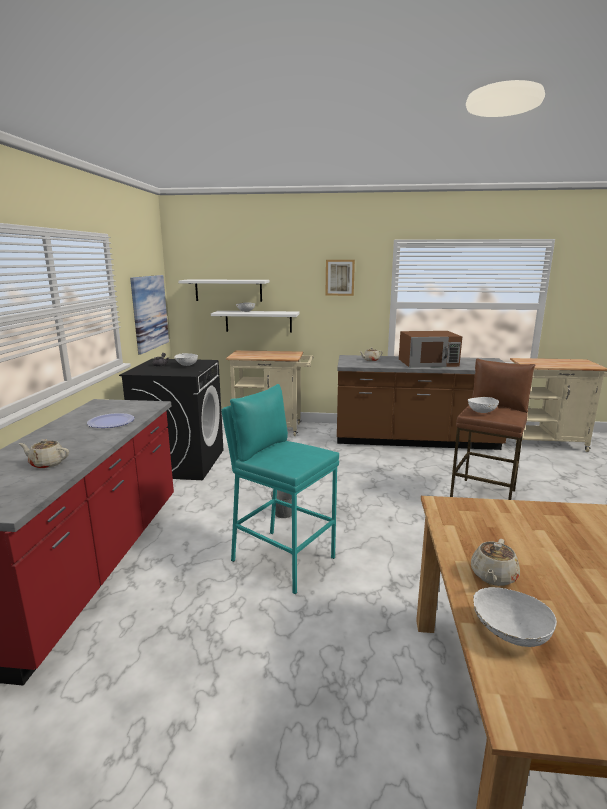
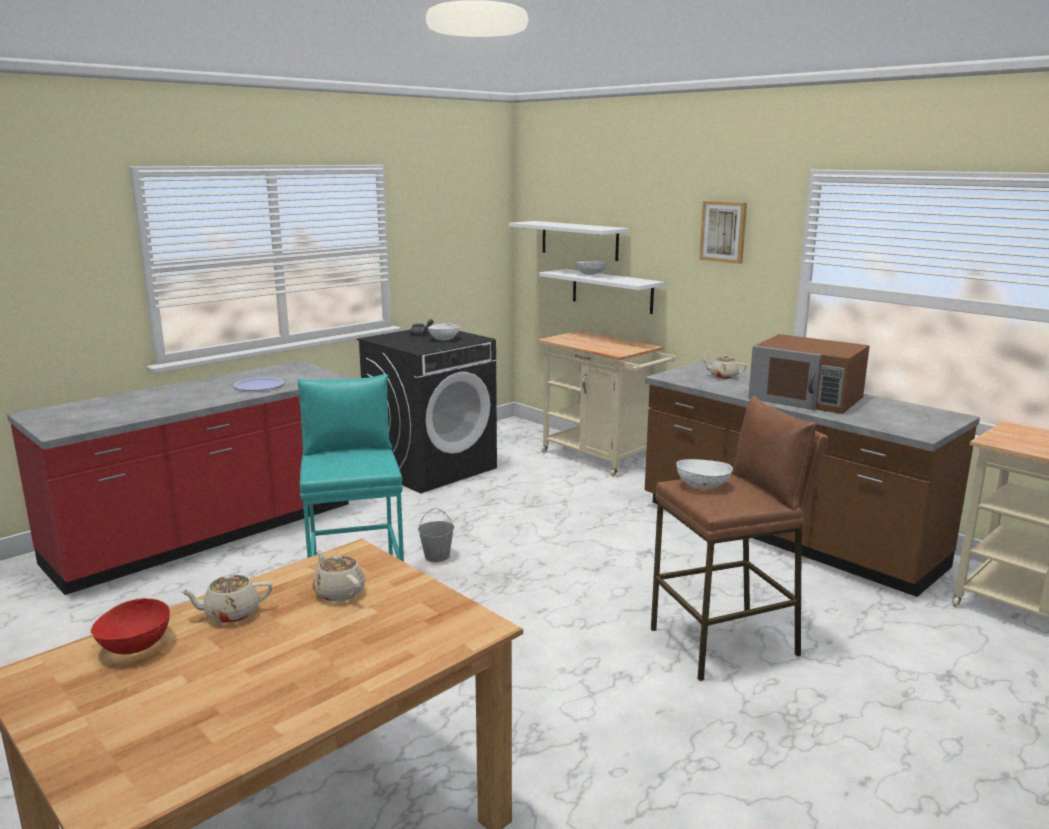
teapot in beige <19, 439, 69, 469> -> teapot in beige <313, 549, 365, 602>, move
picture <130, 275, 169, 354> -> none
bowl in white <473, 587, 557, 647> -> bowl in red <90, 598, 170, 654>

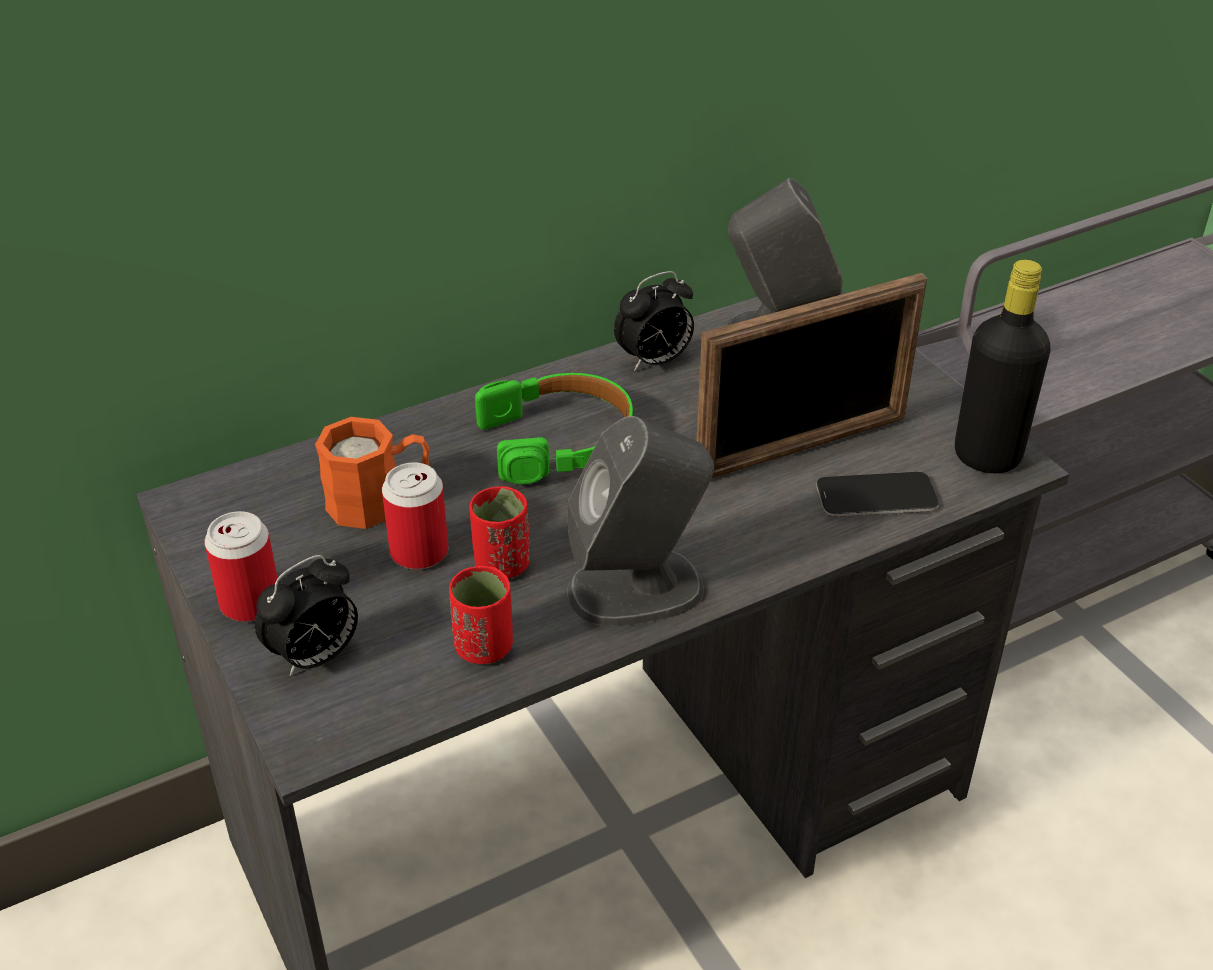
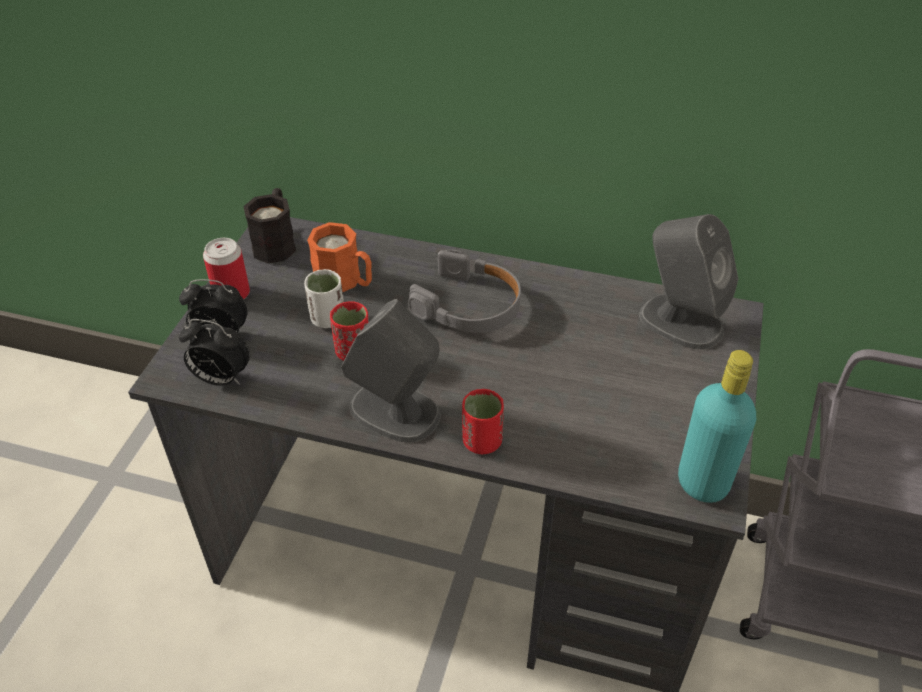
can <382, 462, 449, 569> -> cup in white <304, 269, 344, 328>
cup in red <449, 566, 513, 664> -> cup in red <462, 389, 504, 454>, move
headphones in green <475, 373, 633, 484> -> headphones in grey <408, 249, 521, 333>
alarm clock <614, 271, 694, 371> -> alarm clock <179, 319, 250, 386>, move
picture frame <696, 273, 927, 478> -> none
phone <816, 472, 939, 517> -> none
bottle in black <955, 260, 1051, 473> -> bottle in turquoise <678, 350, 756, 503>
none -> mug in black <243, 188, 296, 264>

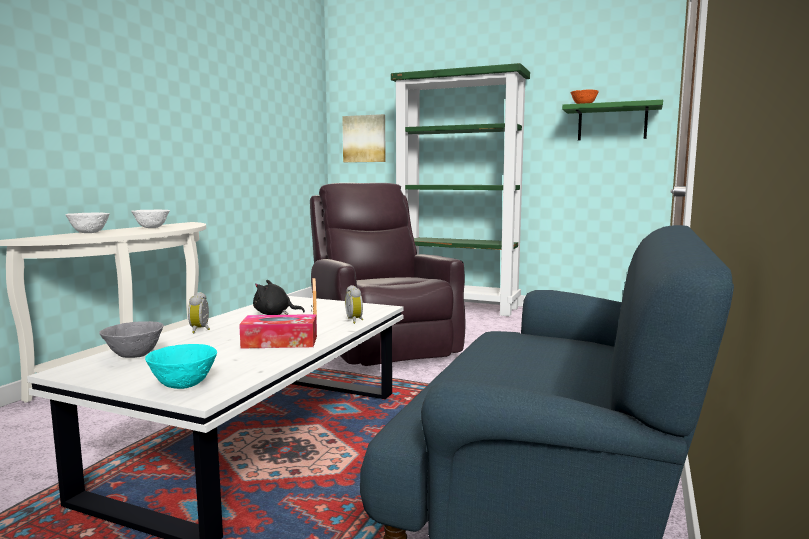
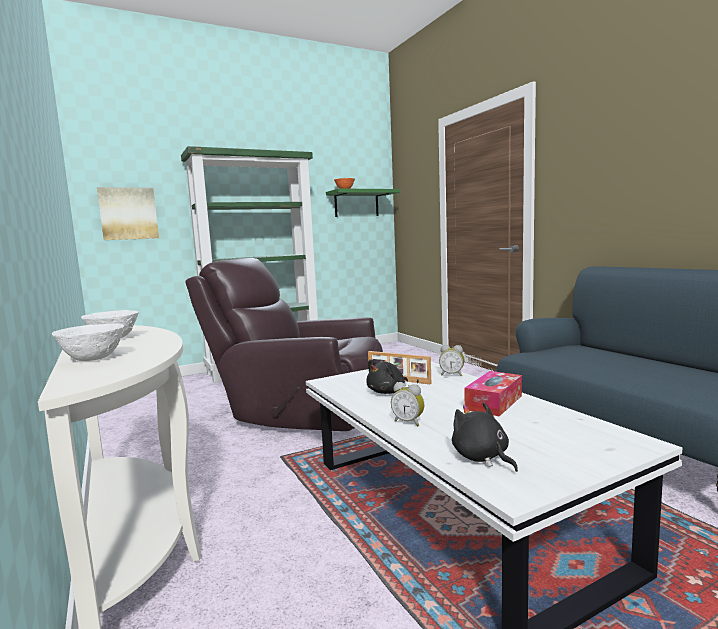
bowl in grey <99, 321, 164, 358> -> plush toy in black <452, 402, 518, 472>
bowl in turquoise <145, 344, 217, 389> -> none

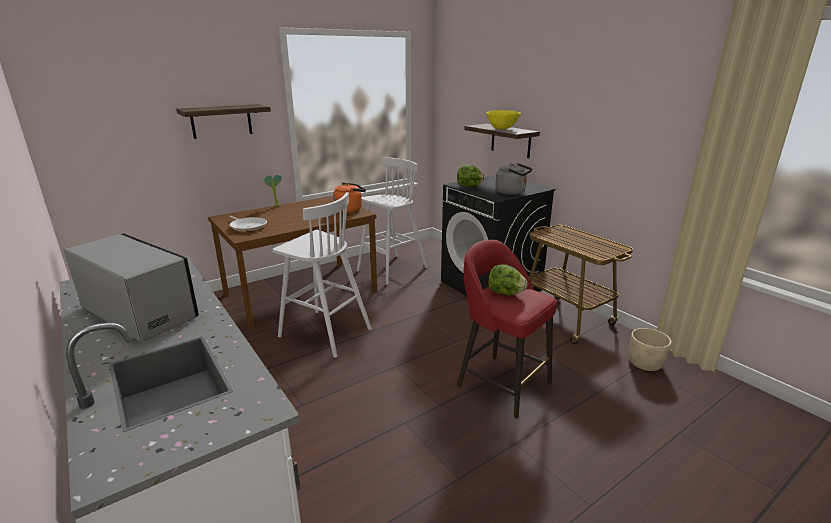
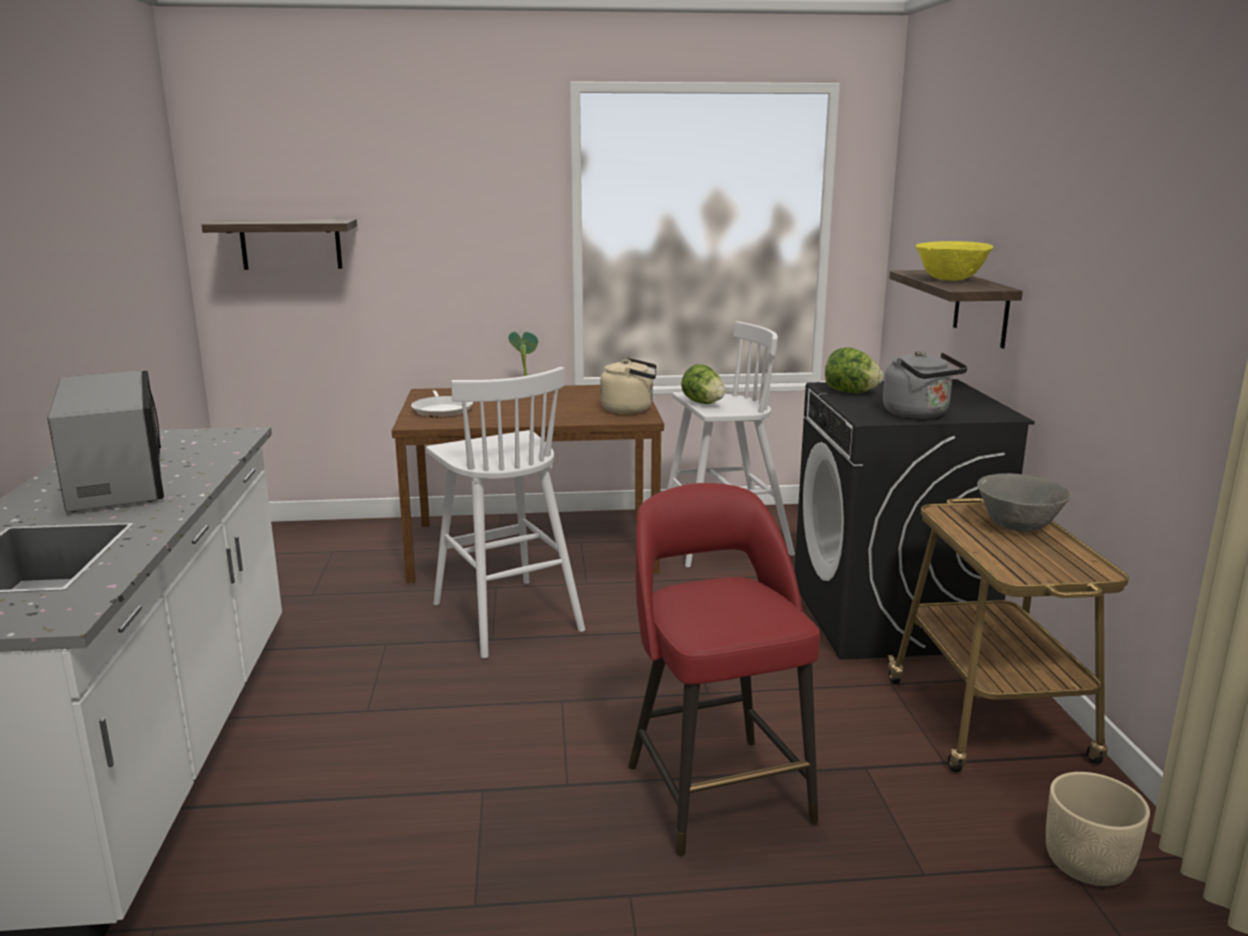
shelf <176, 104, 271, 139> -> shelf <202, 219, 357, 270>, move
kettle in orange <333, 183, 366, 213> -> kettle in beige <600, 358, 657, 414>
lettuce <488, 264, 527, 295> -> lettuce <681, 364, 725, 404>, move
none -> bowl in grey <977, 473, 1072, 532>

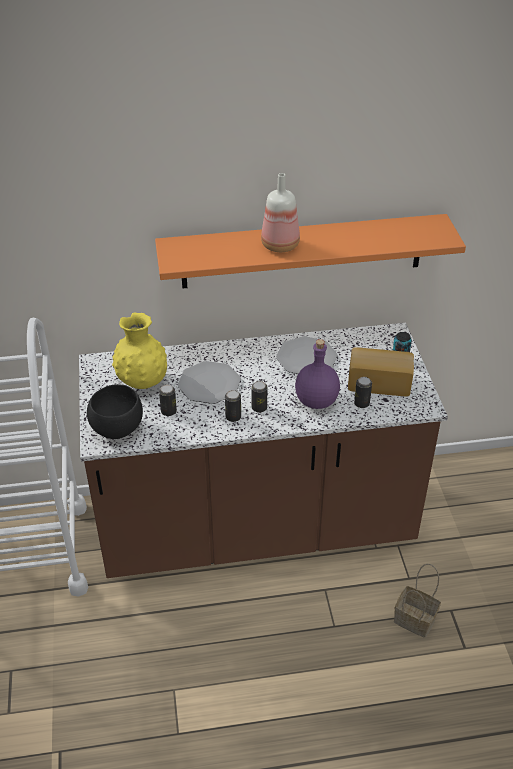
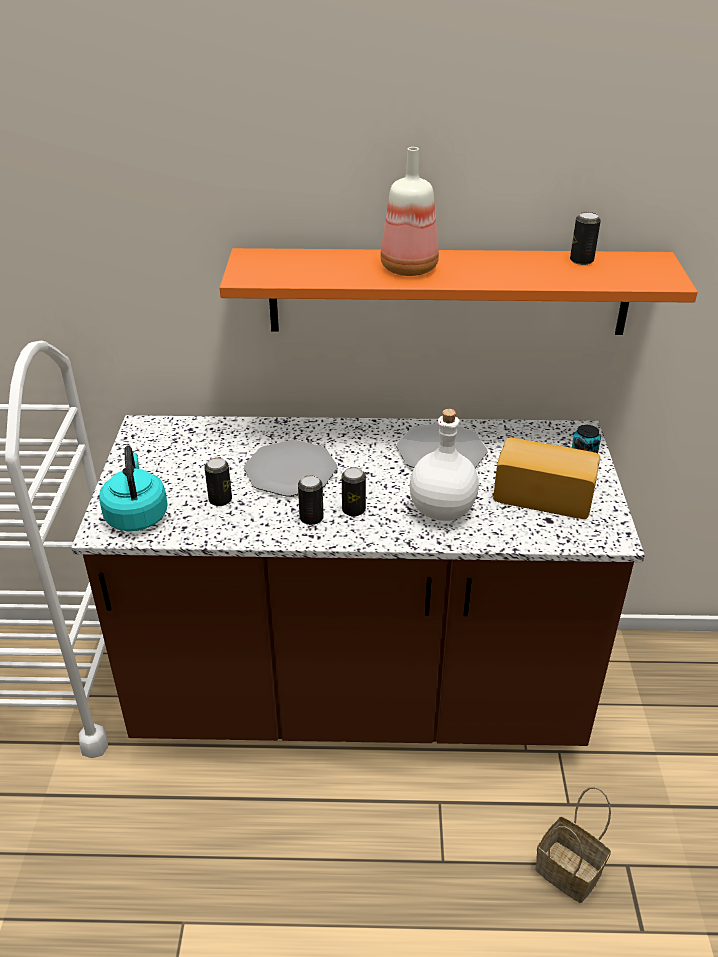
bowl in black <87, 384, 143, 439> -> kettle in turquoise <99, 446, 168, 531>
vase in yellow <112, 312, 167, 389> -> none
bottle in purple <295, 339, 340, 409> -> bottle in white <410, 409, 479, 521>
can <354, 377, 372, 408> -> can <570, 212, 601, 265>, move

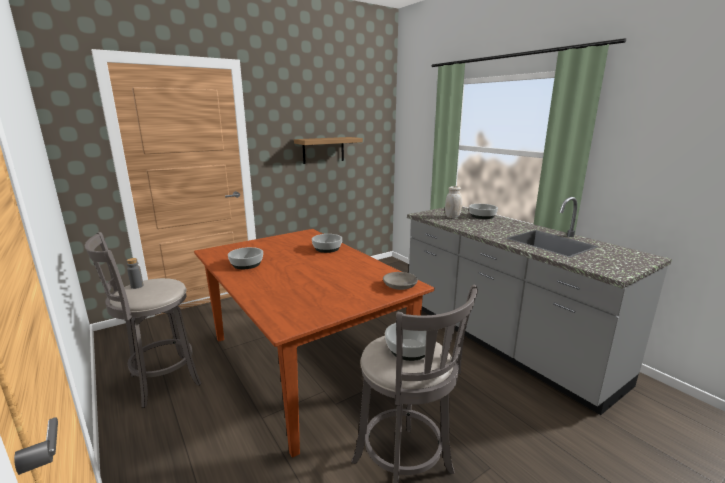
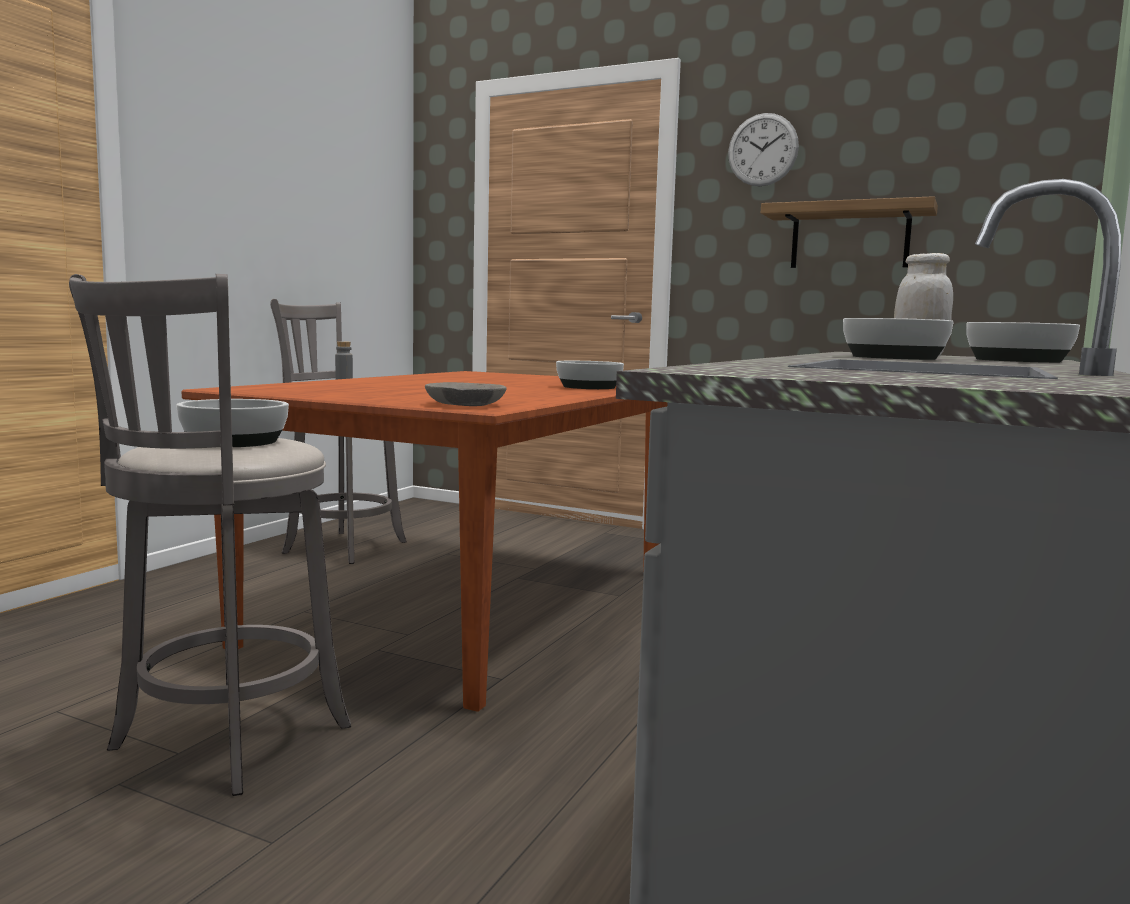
bowl <228, 247, 263, 269> -> bowl <843, 318, 954, 360>, move
none -> wall clock <728, 113, 799, 186>

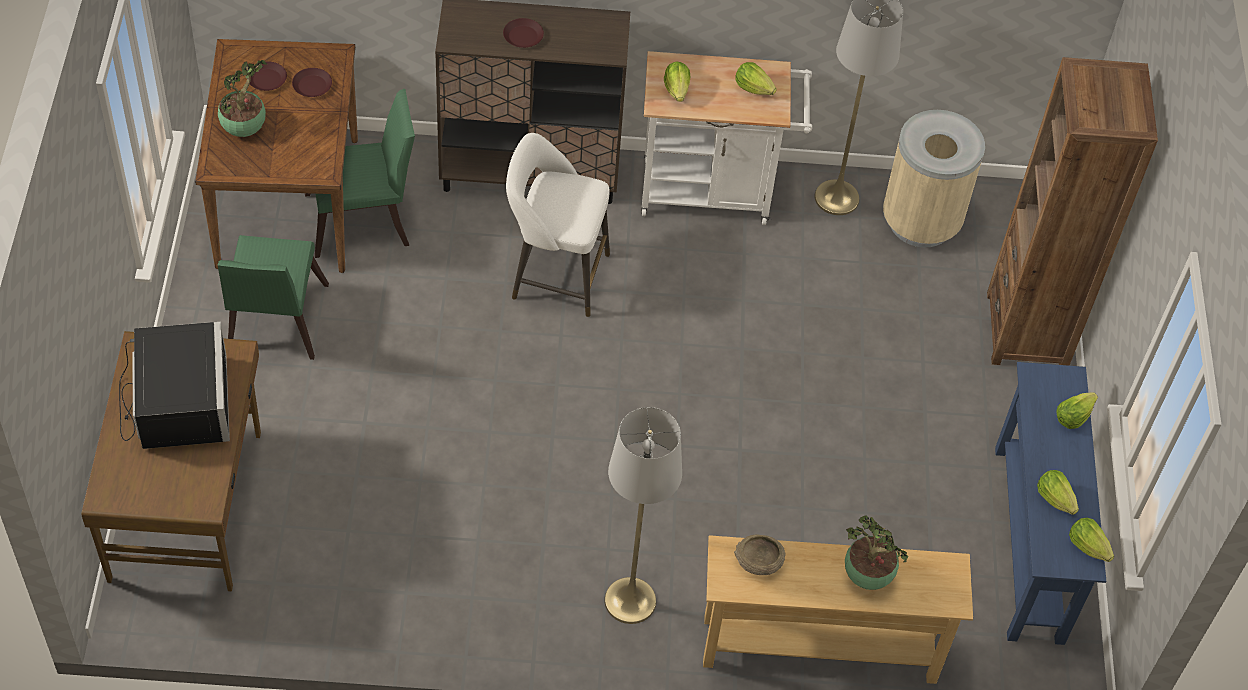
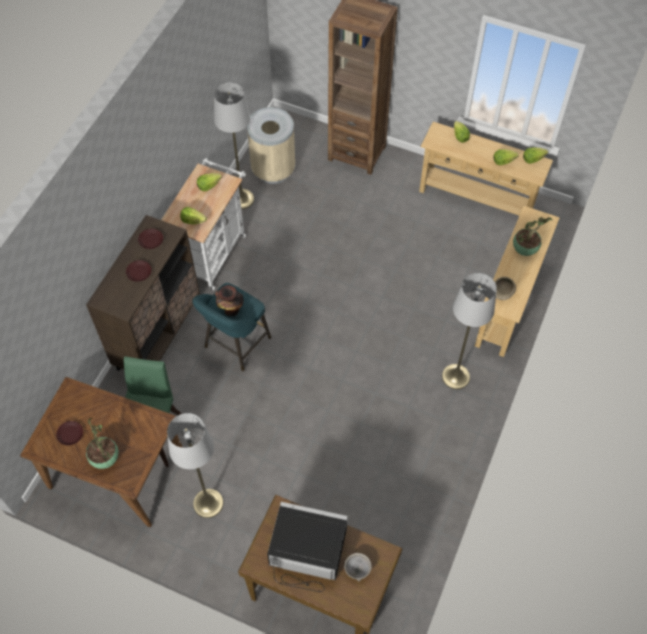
chair in green <218, 235, 329, 360> -> floor lamp in grey <167, 413, 224, 518>
plate in brown <292, 68, 332, 97> -> plate in brown <138, 229, 163, 249>, move
stool in white <506, 133, 610, 317> -> stool in turquoise <192, 283, 271, 371>
console table in blue <995, 362, 1106, 645> -> console table in beige <419, 122, 553, 216>
none -> vase <215, 285, 244, 316>
none -> bowl in grey <344, 553, 372, 581>

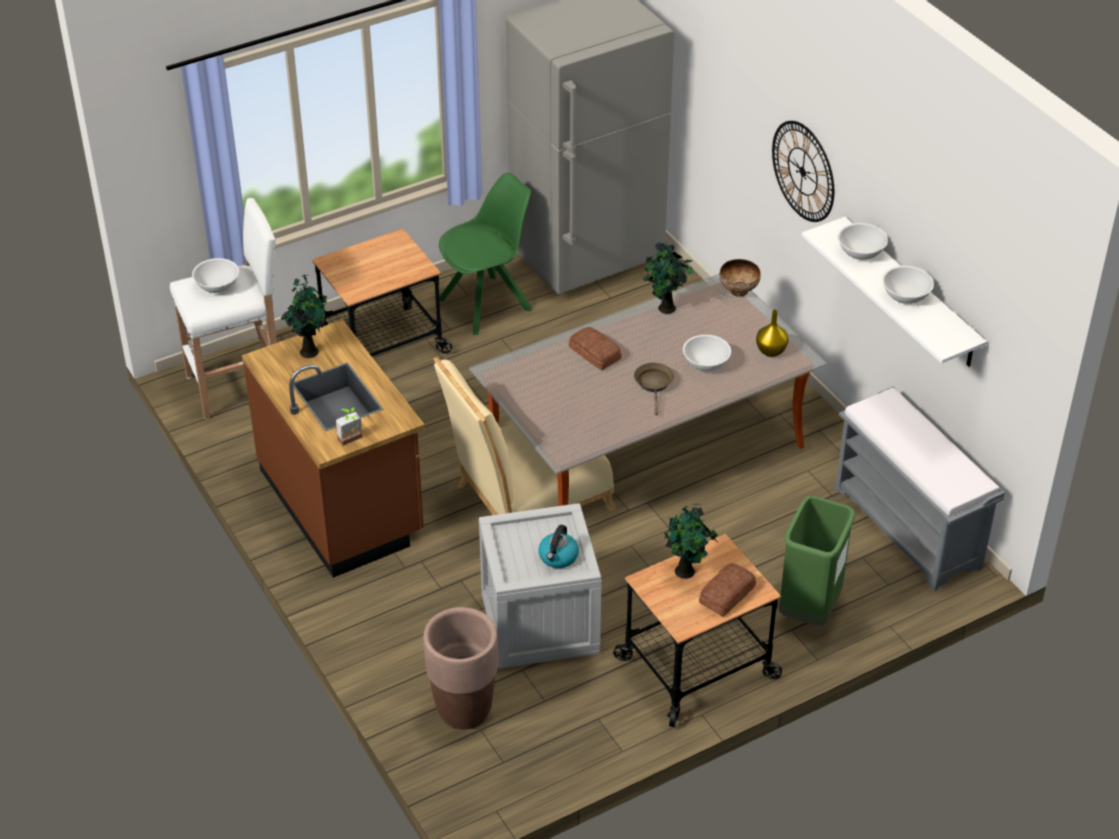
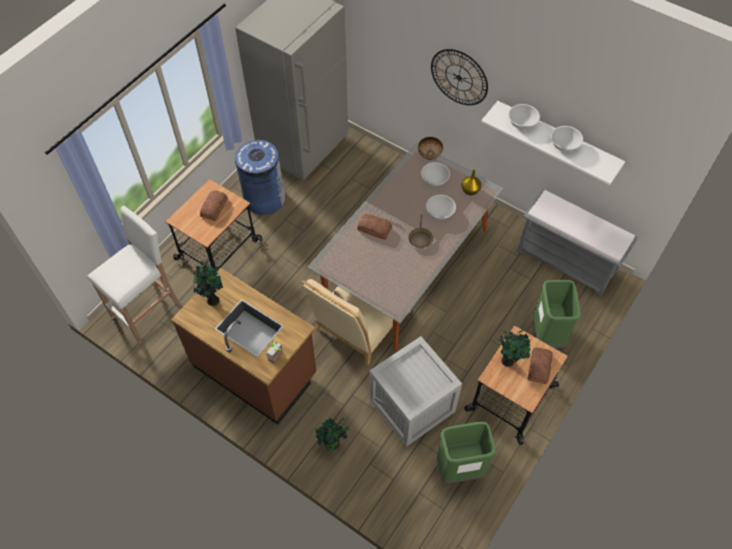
bowl in white <192, 258, 239, 293> -> bowl in white <421, 162, 450, 186>, move
planter in brown <423, 607, 498, 729> -> none
chair in green <439, 173, 533, 335> -> trash can in blue <235, 140, 285, 215>
kettle <538, 525, 579, 568> -> none
frying pan in brown <634, 363, 674, 415> -> frying pan in brown <408, 214, 433, 248>, 150 degrees counterclockwise
potted plant <643, 242, 694, 314> -> potted plant <315, 418, 349, 451>, move
none -> bread <200, 190, 228, 221>
none -> trash can in green <437, 422, 496, 483>

